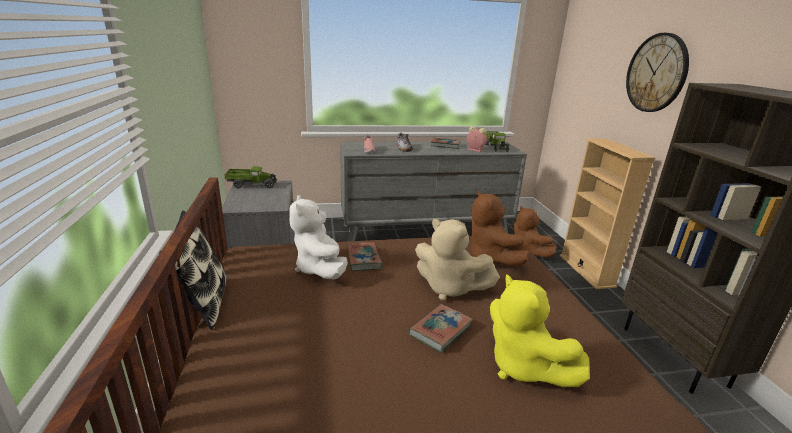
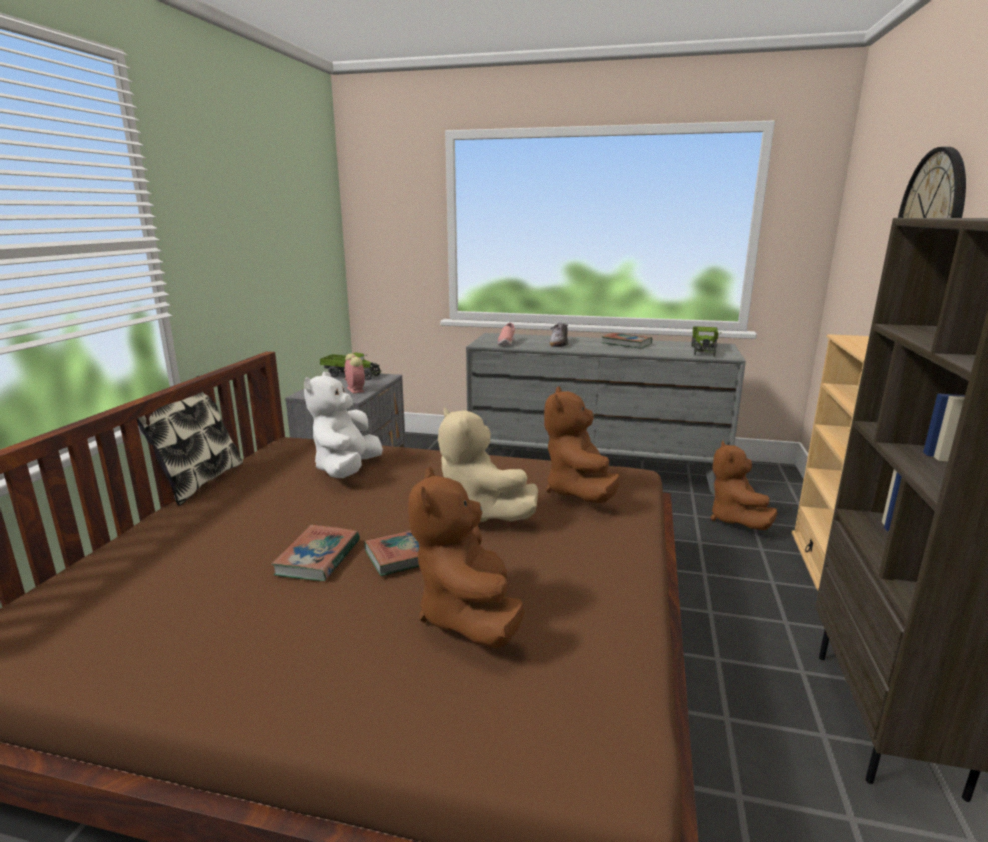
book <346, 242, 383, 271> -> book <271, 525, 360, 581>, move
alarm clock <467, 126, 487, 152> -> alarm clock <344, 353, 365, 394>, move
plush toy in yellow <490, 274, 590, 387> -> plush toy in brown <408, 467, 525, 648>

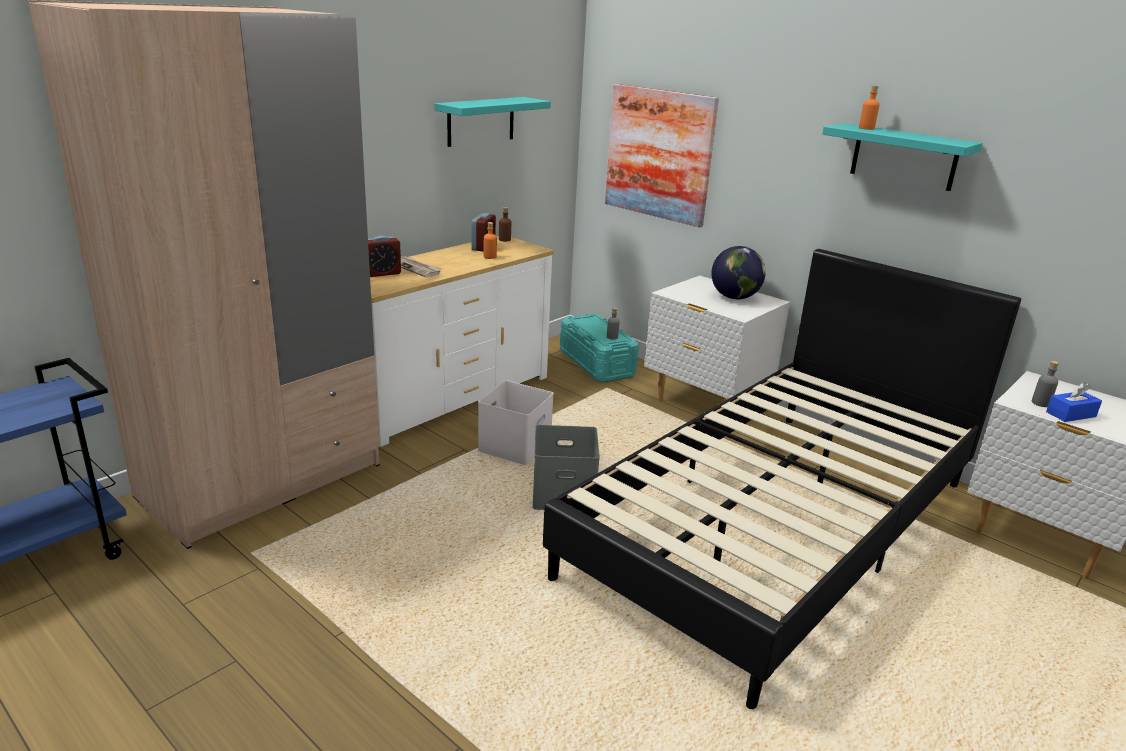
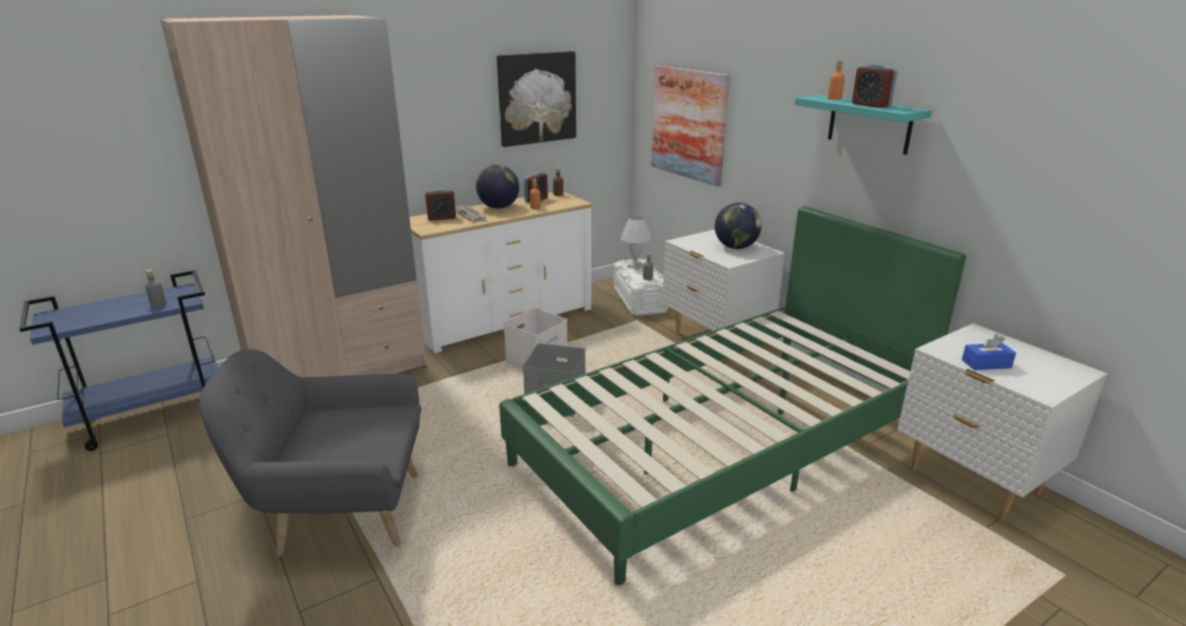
shelf in turquoise <435, 97, 551, 147> -> picture <497, 51, 576, 147>
bed in black <543, 249, 1021, 709> -> bed in green <499, 206, 966, 585>
storage box in turquoise <560, 314, 639, 382> -> storage box in white <613, 259, 668, 316>
bottle in grey <1032, 361, 1059, 407> -> bottle in grey <145, 270, 166, 307>, move
none -> armchair in grey <199, 349, 422, 556>
none -> globe <476, 165, 519, 209>
none -> table lamp in white <621, 216, 651, 269>
none -> alarm clock <852, 64, 897, 108>

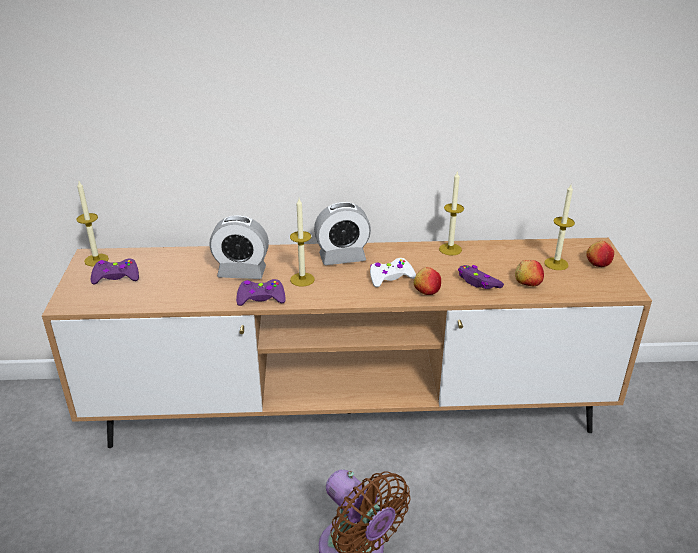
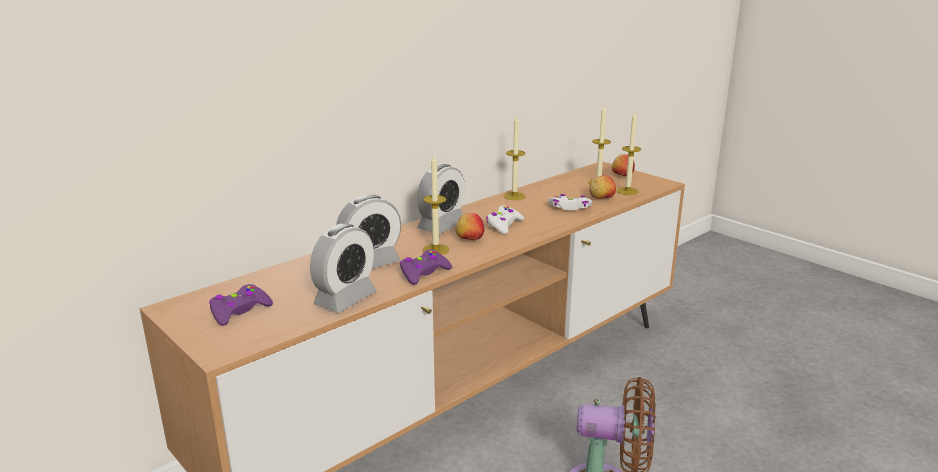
candle <76, 181, 109, 266> -> candle <617, 112, 641, 195>, move
apple <414, 267, 441, 295> -> apple <456, 213, 484, 240>, move
game controller in purple <458, 265, 504, 289> -> game controller in white <548, 194, 592, 210>
none -> alarm clock <310, 223, 376, 312>

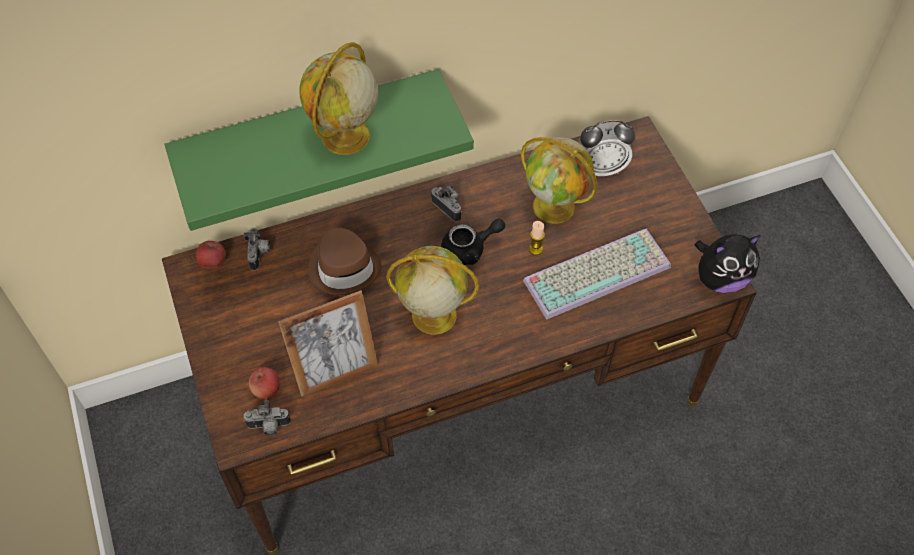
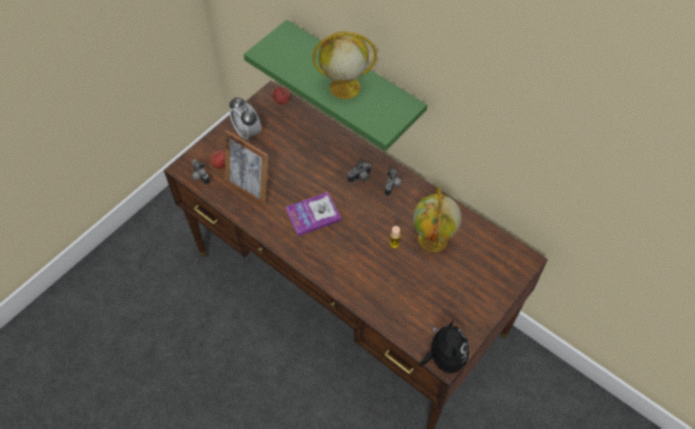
photo camera <243, 229, 270, 271> -> photo camera <348, 160, 372, 183>, move
hat in brown <309, 228, 382, 295> -> none
globe <386, 246, 479, 335> -> book <286, 192, 341, 236>
teapot in black <441, 219, 505, 265> -> none
keyboard <523, 229, 671, 320> -> none
alarm clock <578, 120, 635, 176> -> alarm clock <230, 97, 261, 142>, move
plush toy <695, 234, 761, 293> -> plush toy <419, 320, 469, 373>, 135 degrees counterclockwise

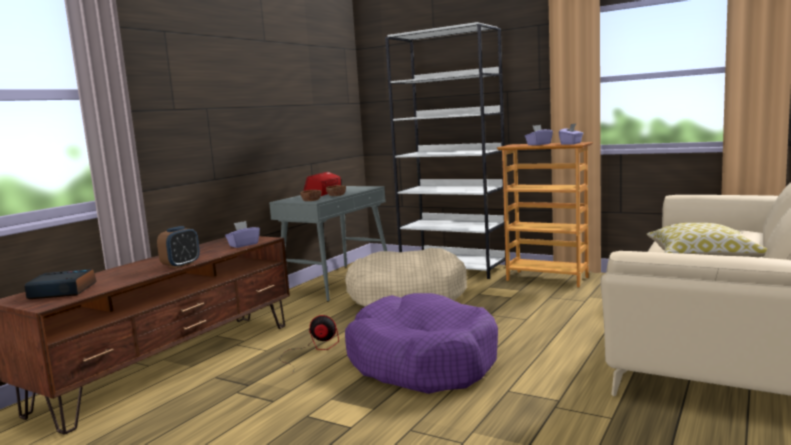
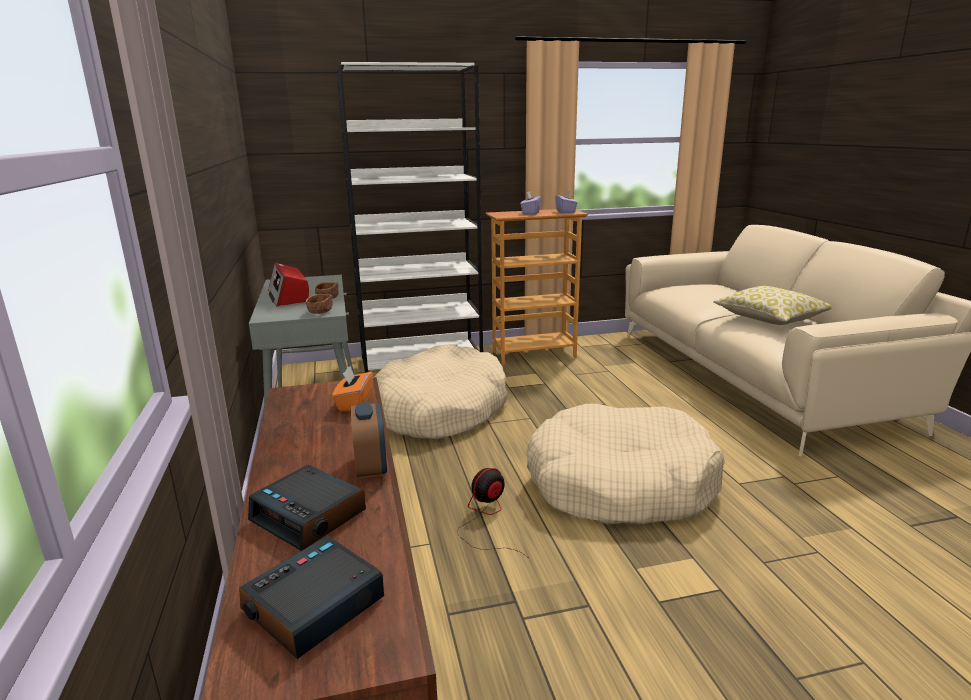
tissue box in purple <225, 221, 260, 248> -> tissue box in orange <332, 366, 373, 411>
dog bed in purple <345, 293, 498, 394> -> dog bed in beige <526, 404, 725, 525>
none -> alarm clock <248, 465, 366, 551>

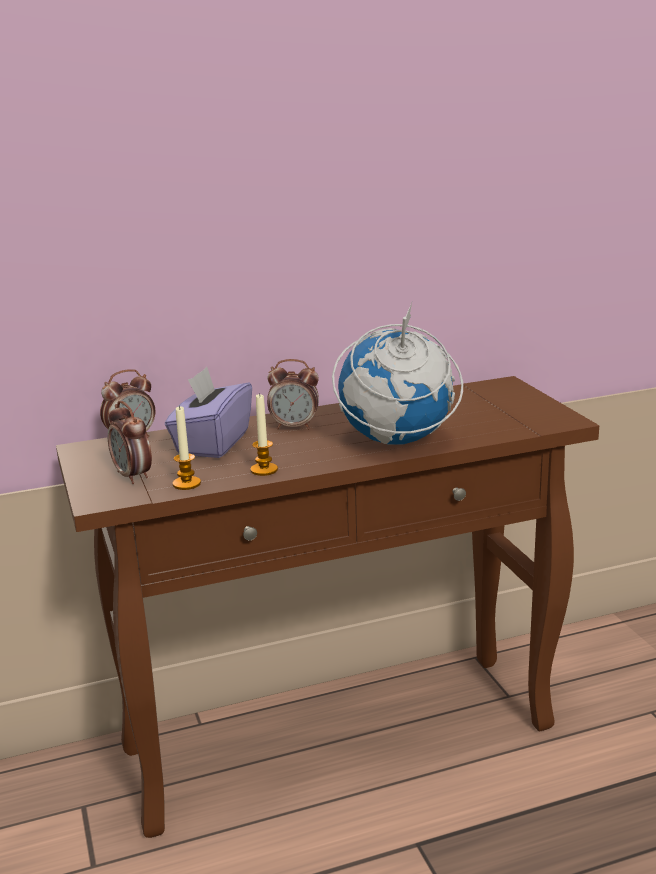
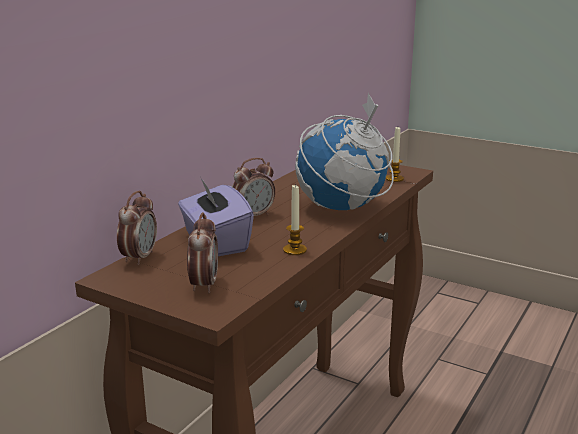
alarm clock <108, 401, 152, 484> -> alarm clock <187, 212, 218, 293>, 105 degrees counterclockwise
candle <173, 405, 201, 490> -> candle <386, 127, 404, 182>, move

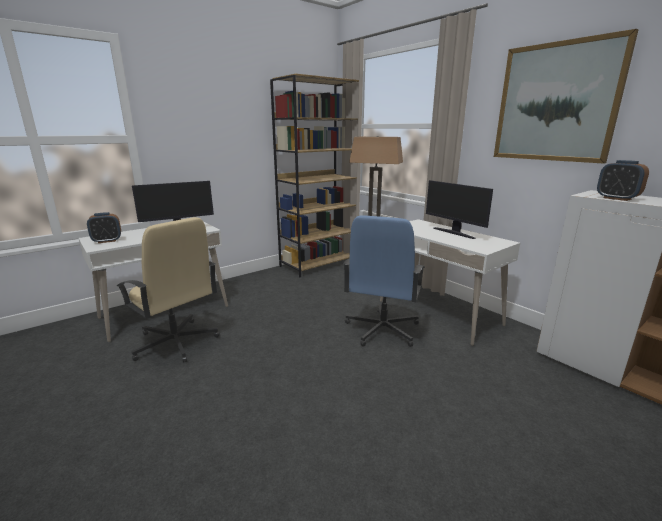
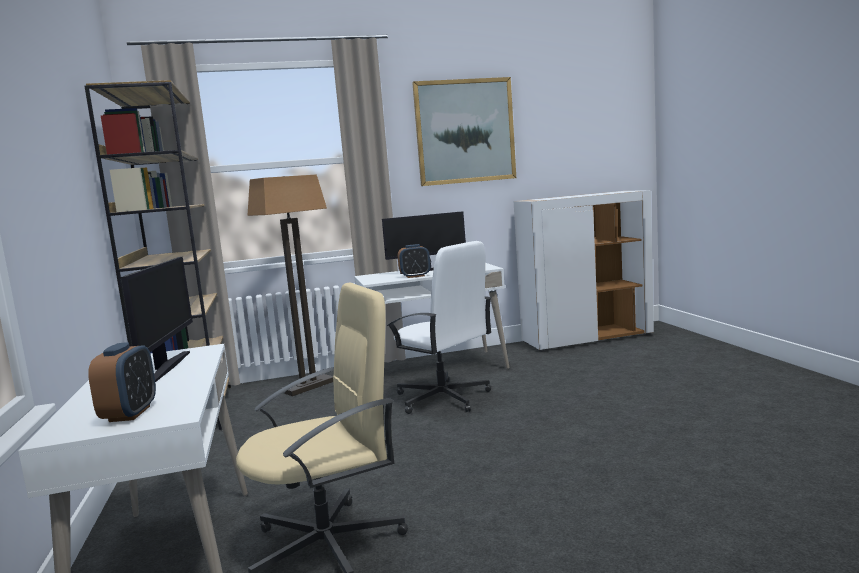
office chair in blue <343, 215, 425, 347> -> office chair in white <387, 241, 491, 414>
alarm clock <597, 160, 649, 201> -> alarm clock <398, 244, 430, 278>, move

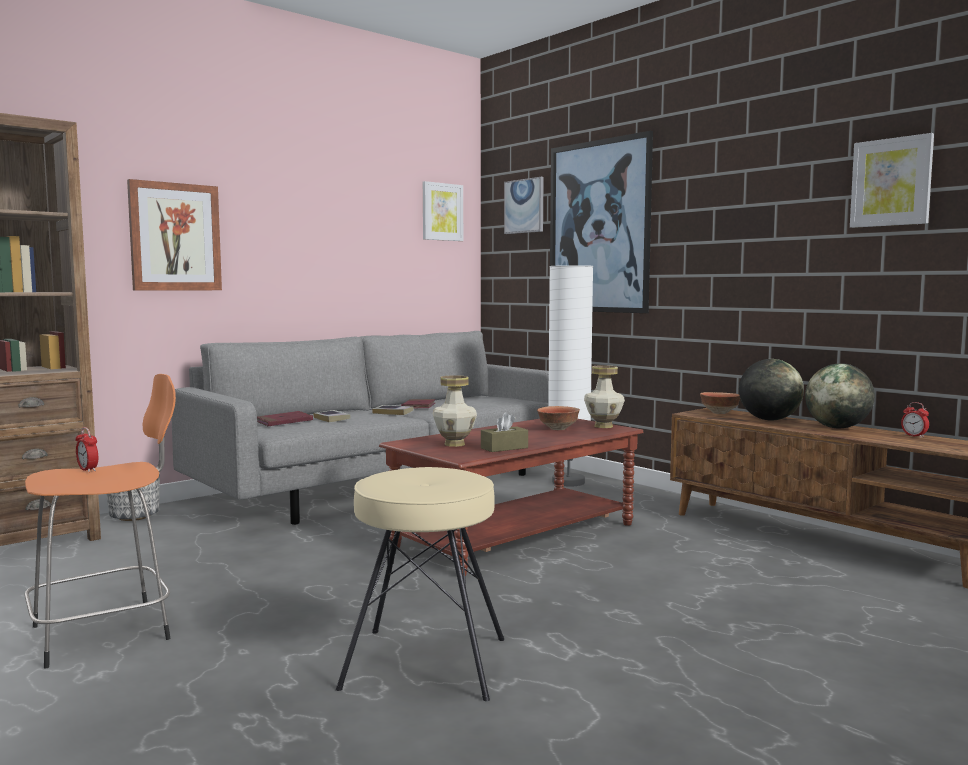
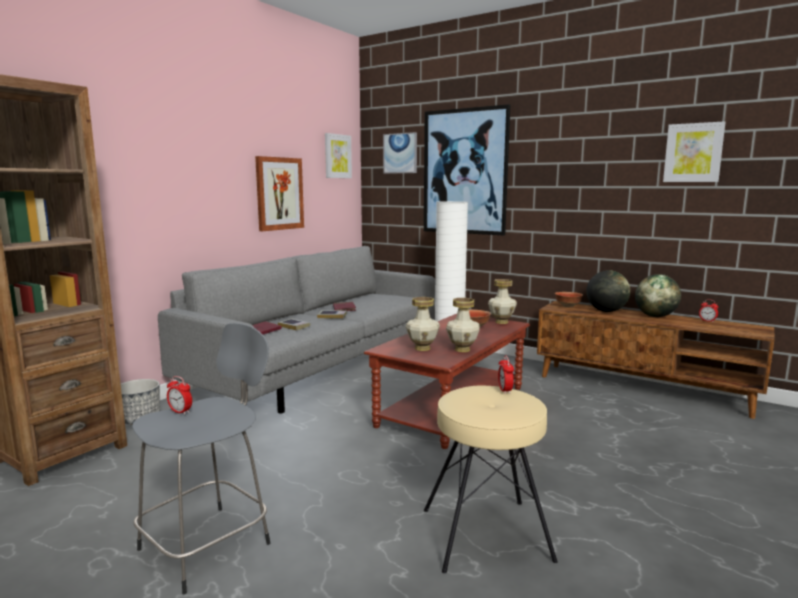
stool in orange <24, 374, 176, 668> -> stool in grey <132, 323, 270, 594>
picture <127, 179, 222, 291> -> picture <255, 156, 304, 231>, move
tissue box in brown <481, 412, 528, 452> -> vase <446, 298, 480, 352>
none -> alarm clock <498, 355, 514, 394>

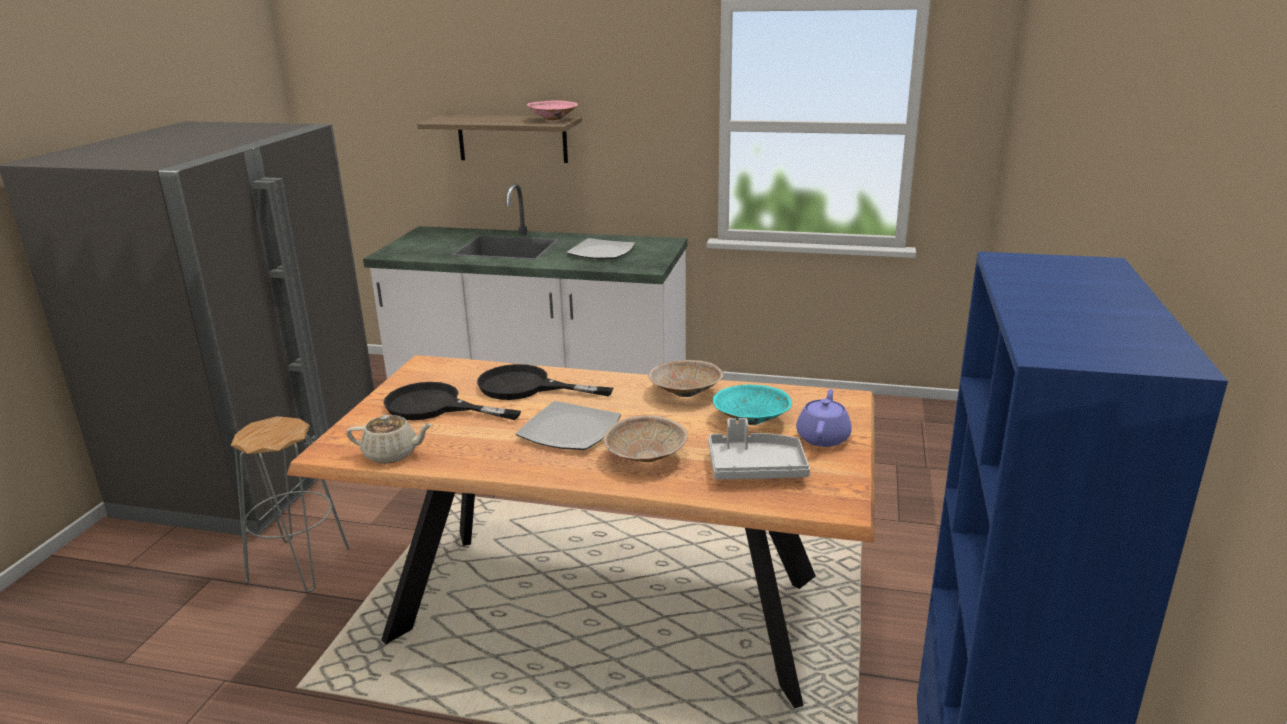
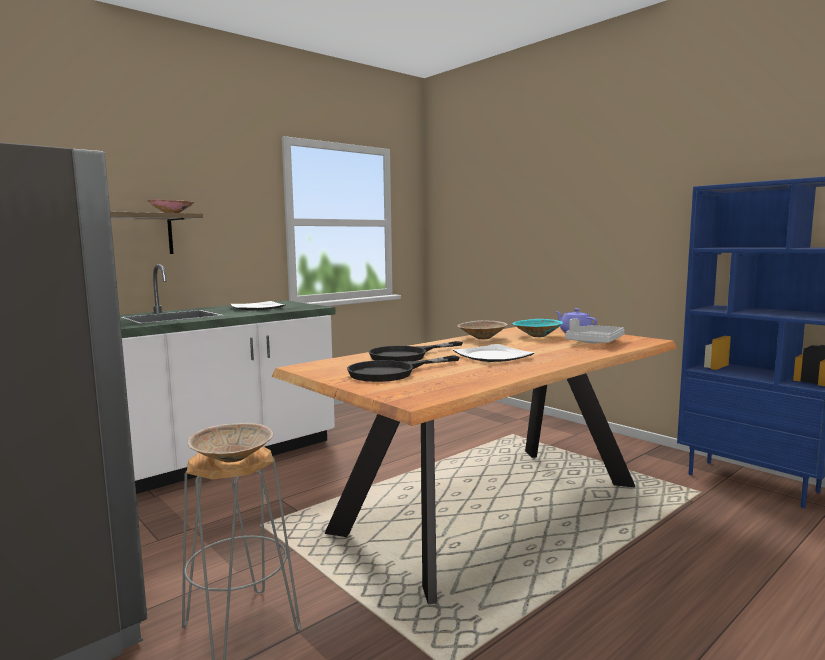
teapot in beige <346, 415, 432, 464> -> none
bowl in beige <603, 415, 688, 462> -> bowl in beige <188, 423, 274, 463>, move

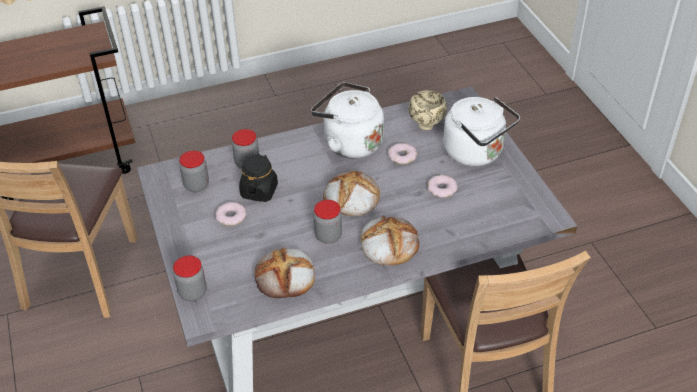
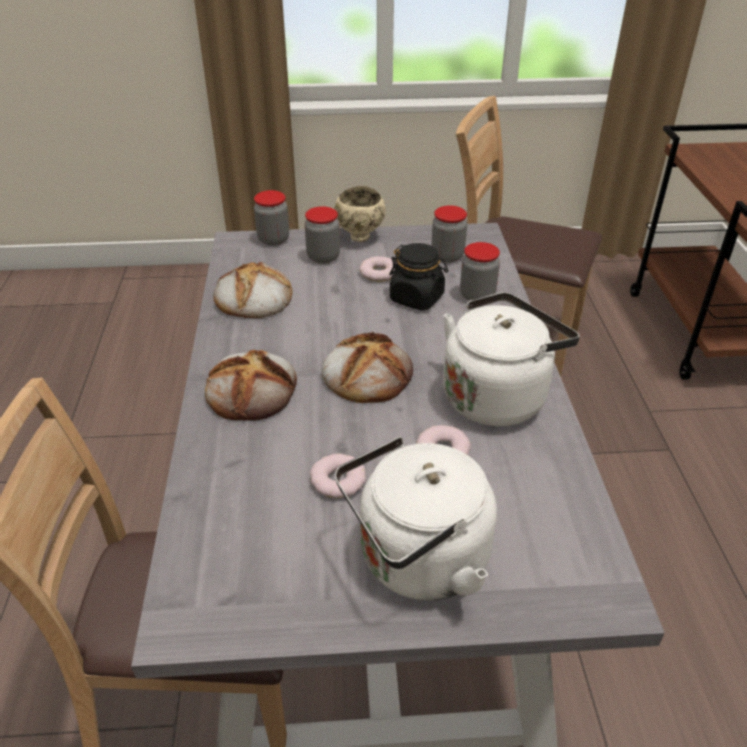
jar <314, 200, 342, 244> -> jar <305, 206, 340, 264>, move
bowl in beige <408, 90, 447, 130> -> bowl in beige <335, 186, 386, 242>, move

